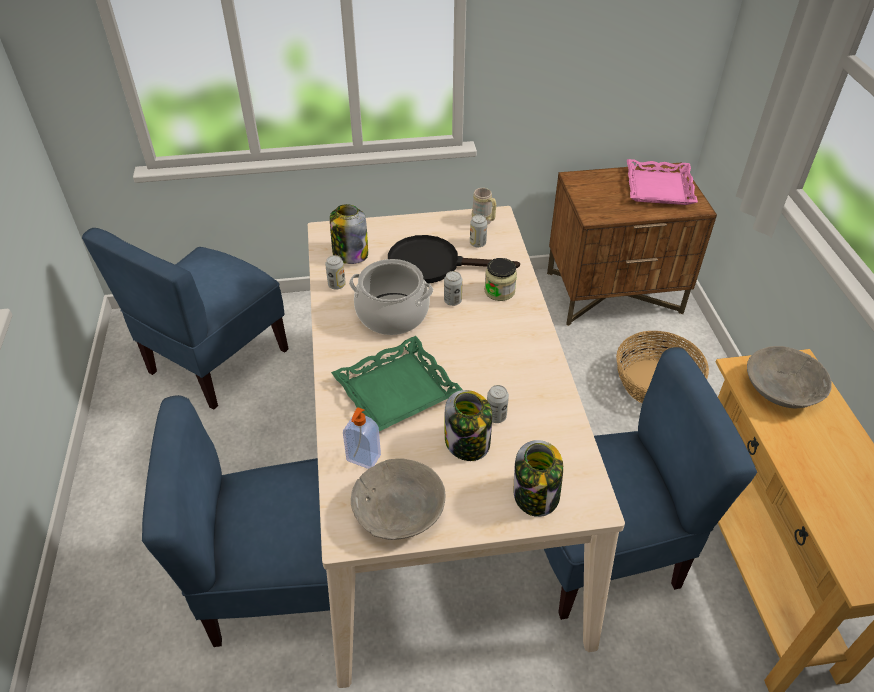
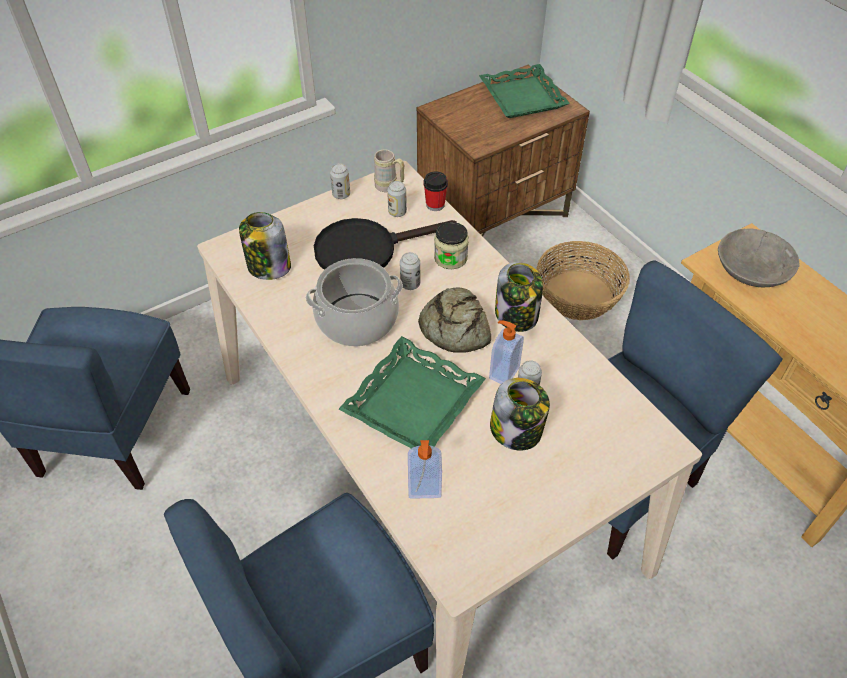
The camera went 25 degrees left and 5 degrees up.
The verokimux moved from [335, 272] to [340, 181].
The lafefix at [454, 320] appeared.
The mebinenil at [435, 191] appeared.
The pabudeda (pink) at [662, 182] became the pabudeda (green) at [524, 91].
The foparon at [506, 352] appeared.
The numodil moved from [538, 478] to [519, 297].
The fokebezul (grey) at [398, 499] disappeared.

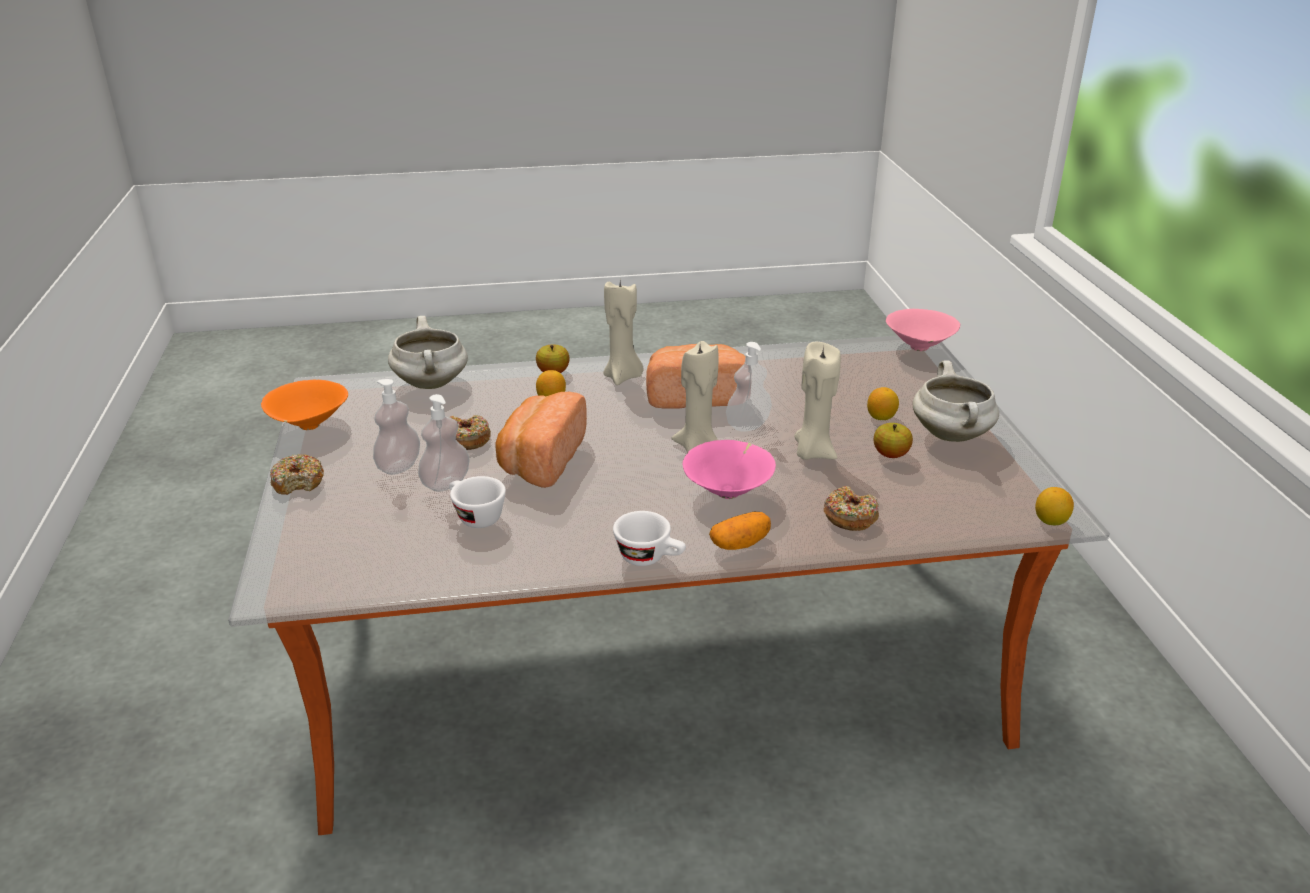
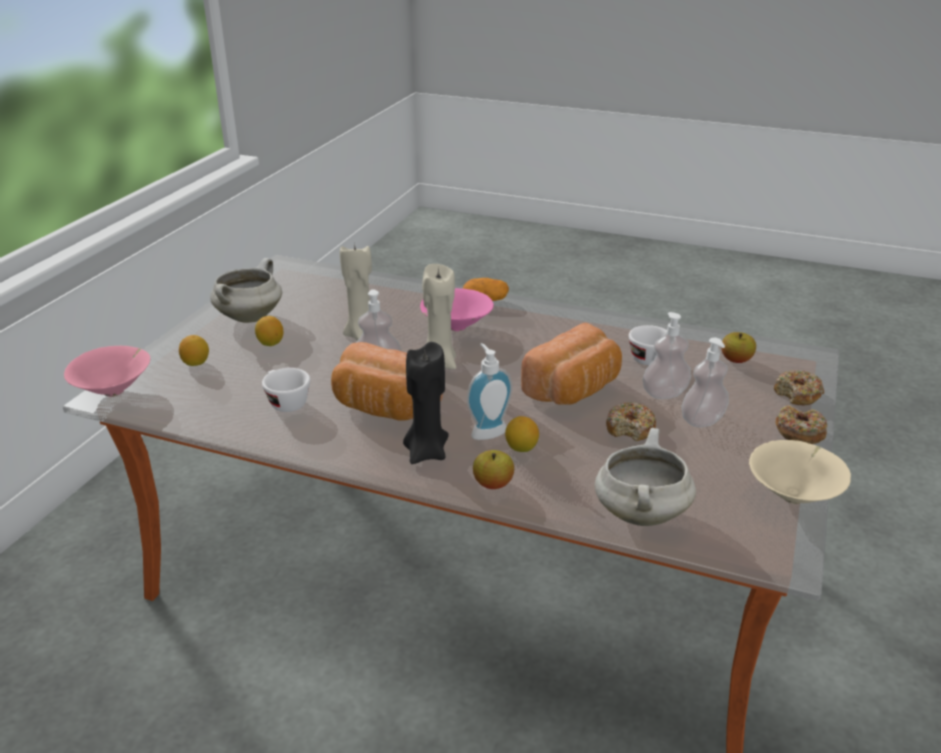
The camera went 150 degrees left and 0 degrees up.
The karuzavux moved from [1054, 506] to [194, 350].
The mebinenil (white) moved from [649, 538] to [286, 390].
The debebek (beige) at [623, 333] became the debebek (black) at [426, 403].
The foparon at [490, 391] appeared.
The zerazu moved from [893, 440] to [738, 347].
The fokebezul (orange) at [304, 404] became the fokebezul (beige) at [800, 472].
The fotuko moved from [851, 508] to [799, 387].

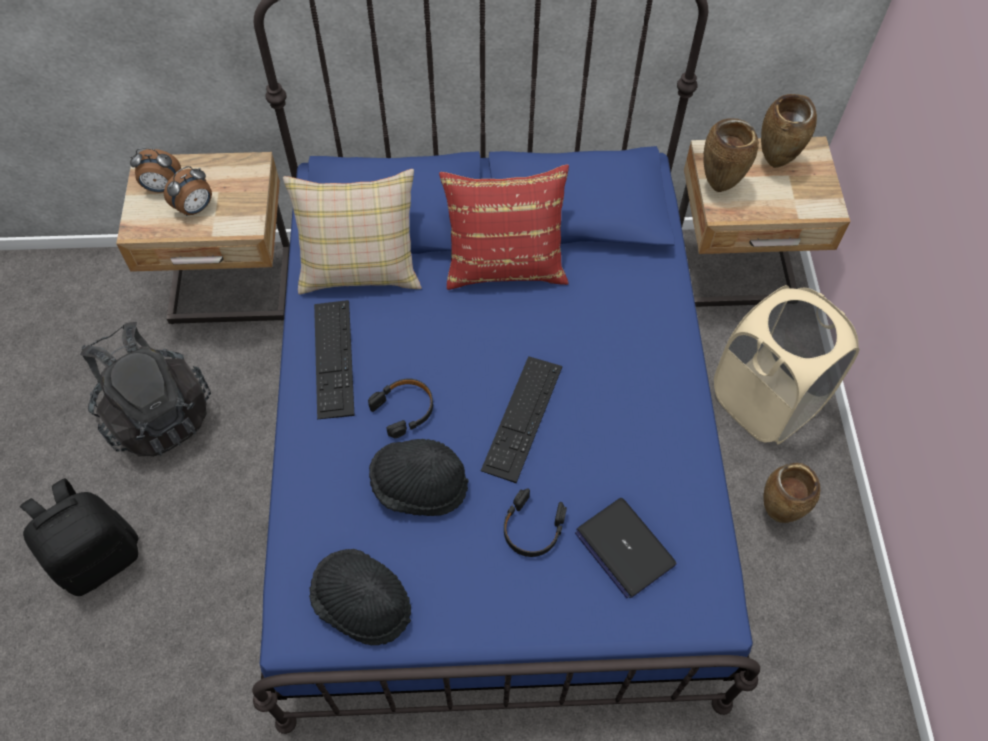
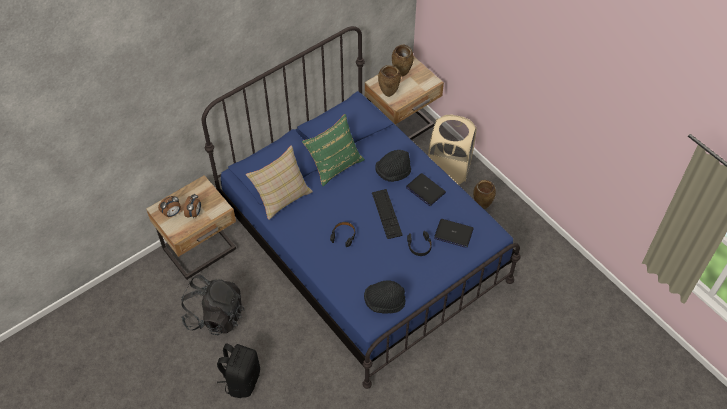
The camera went 35 degrees left and 5 degrees down.
The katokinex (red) at [504, 227] became the katokinex (green) at [333, 150].
The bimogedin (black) moved from [418, 477] to [393, 165].
The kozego at [426, 189] appeared.
The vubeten at [334, 359] disappeared.

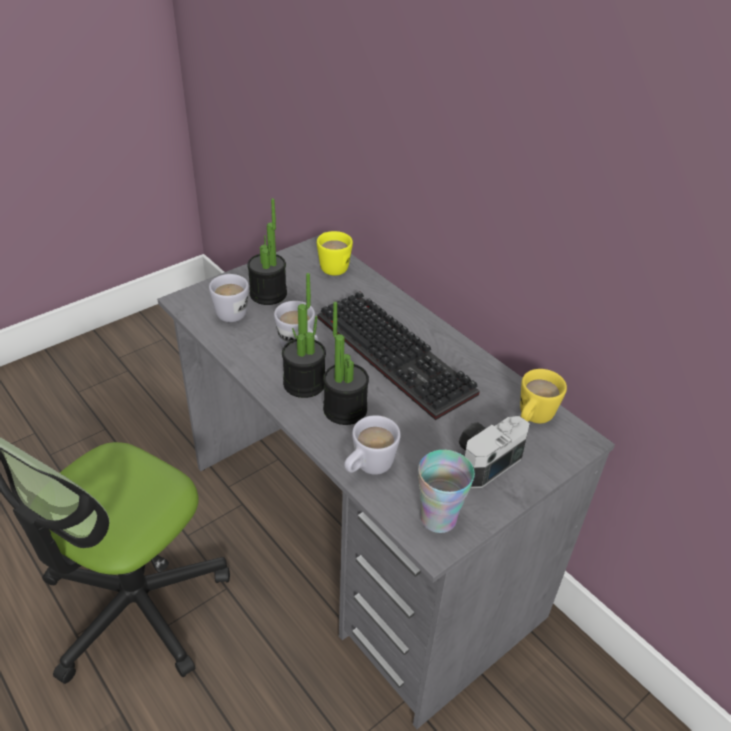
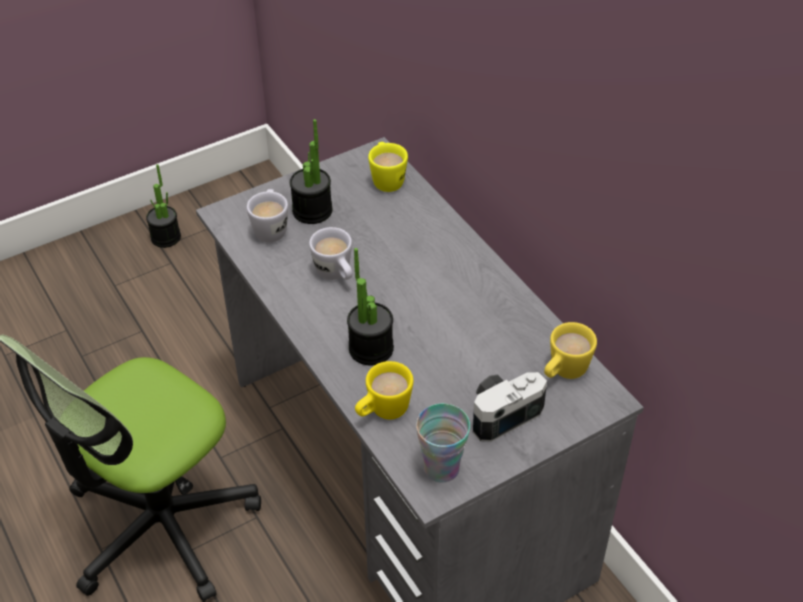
The camera went 10 degrees right and 5 degrees up.
The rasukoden moved from [304, 335] to [163, 206].
The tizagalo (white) at [372, 445] became the tizagalo (yellow) at [384, 390].
The vubeten at [398, 355] disappeared.

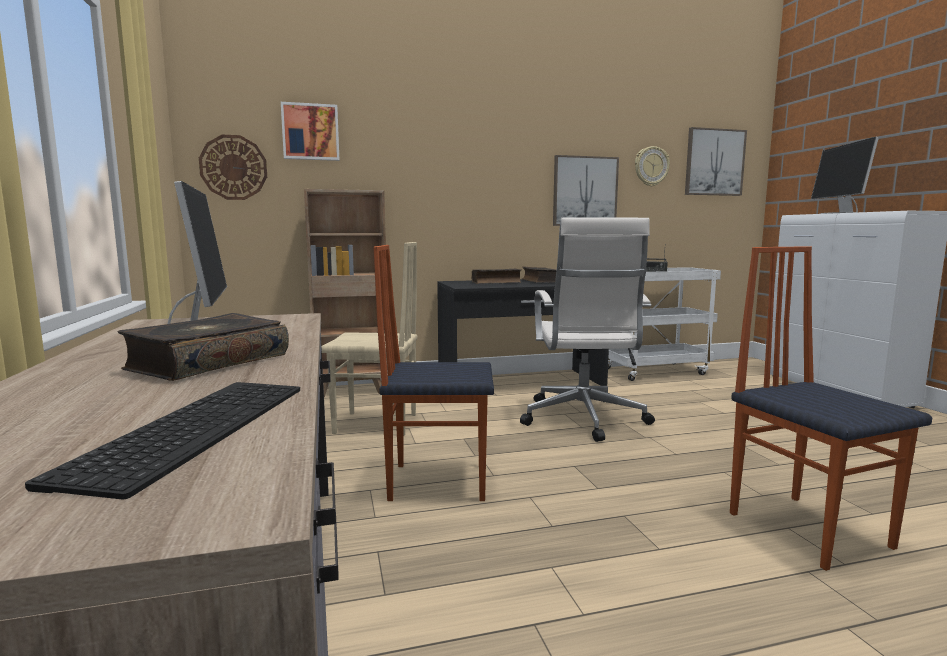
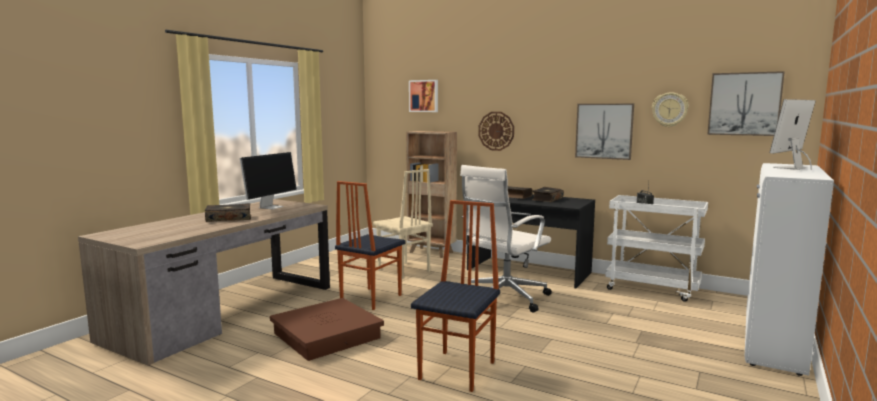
The camera went 45 degrees right and 0 degrees up.
The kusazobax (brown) at [327, 329] appeared.
The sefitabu at [433, 373] turned 105 degrees counterclockwise.
The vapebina moved from [233, 167] to [496, 131].
The vubeten at [162, 440] disappeared.

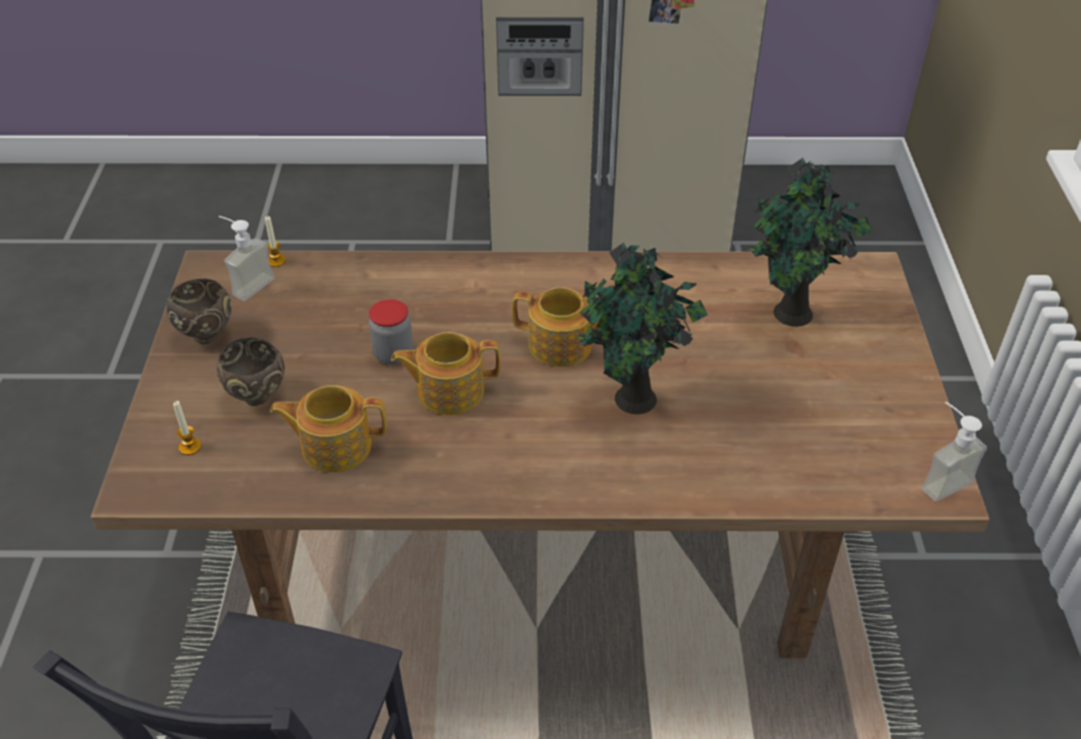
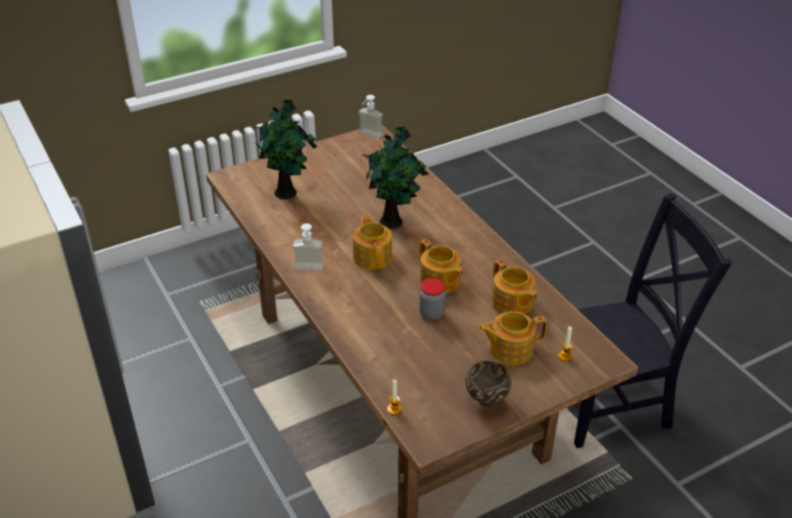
The camera went 120 degrees left and 5 degrees down.
The foparon moved from [247, 258] to [308, 246].
The fokebezul (brown) at [251, 371] was replaced by the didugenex at [513, 338].

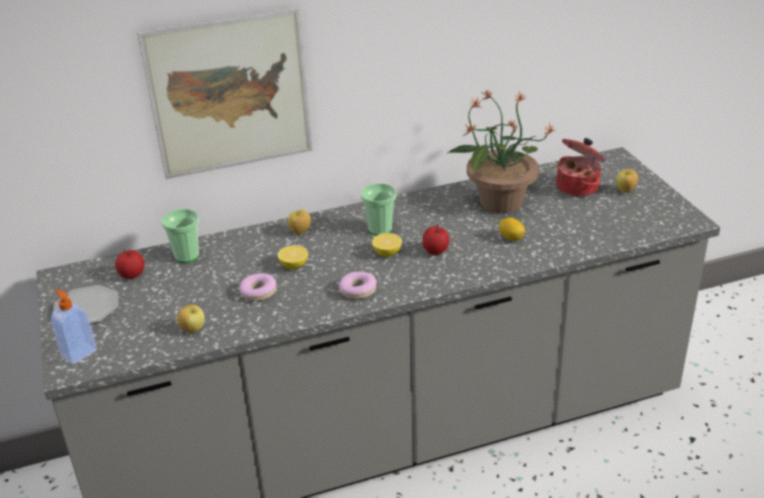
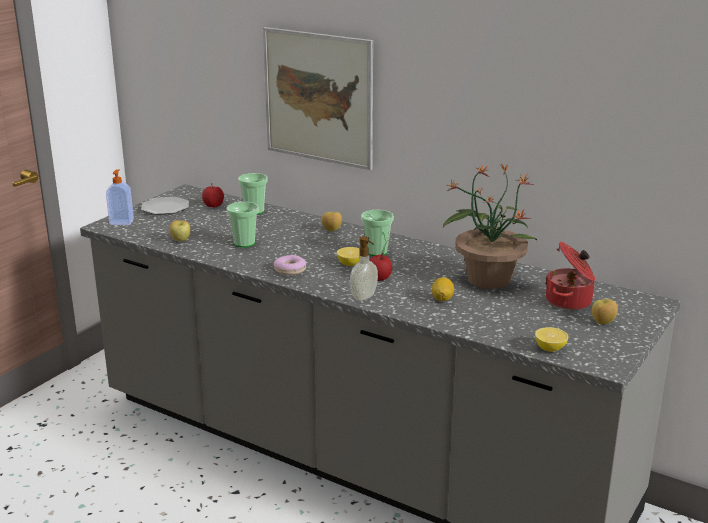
The camera went 50 degrees right and 10 degrees down.
The fotuko at [258, 287] was replaced by the mebinenil at [243, 224].
The foparon at [364, 268] appeared.
The karuzavux moved from [293, 257] to [552, 339].

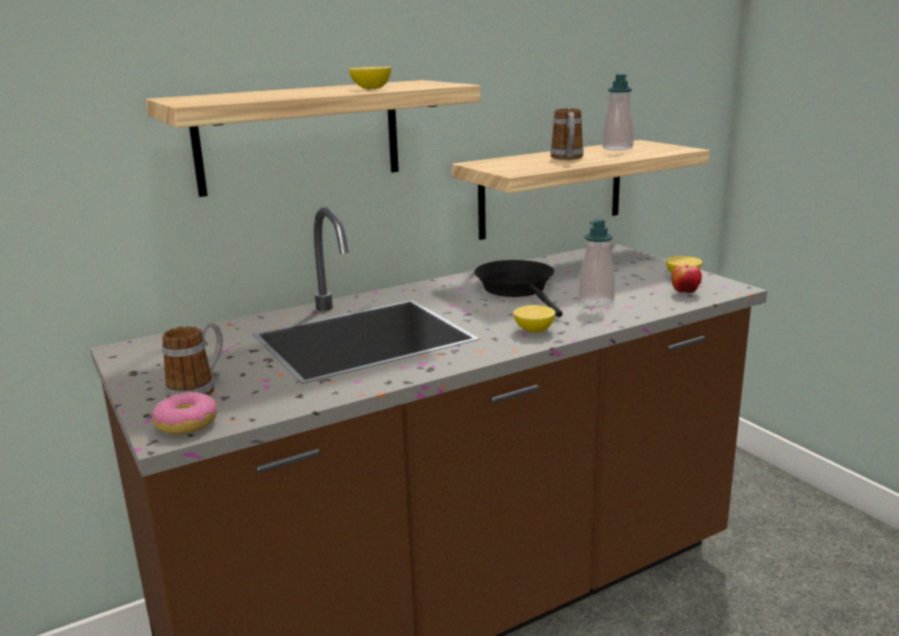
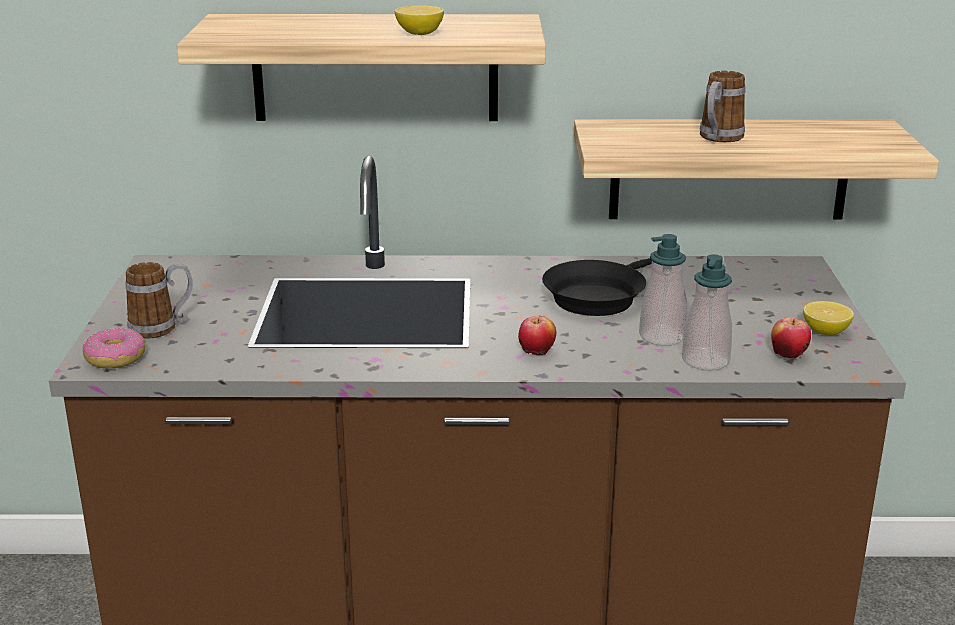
The camera went 30 degrees right and 5 degrees up.
The karuzavux at [534, 319] was replaced by the zerazu at [537, 335].
The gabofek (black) at [518, 288] turned 150 degrees counterclockwise.
The foparon moved from [618, 112] to [707, 312].

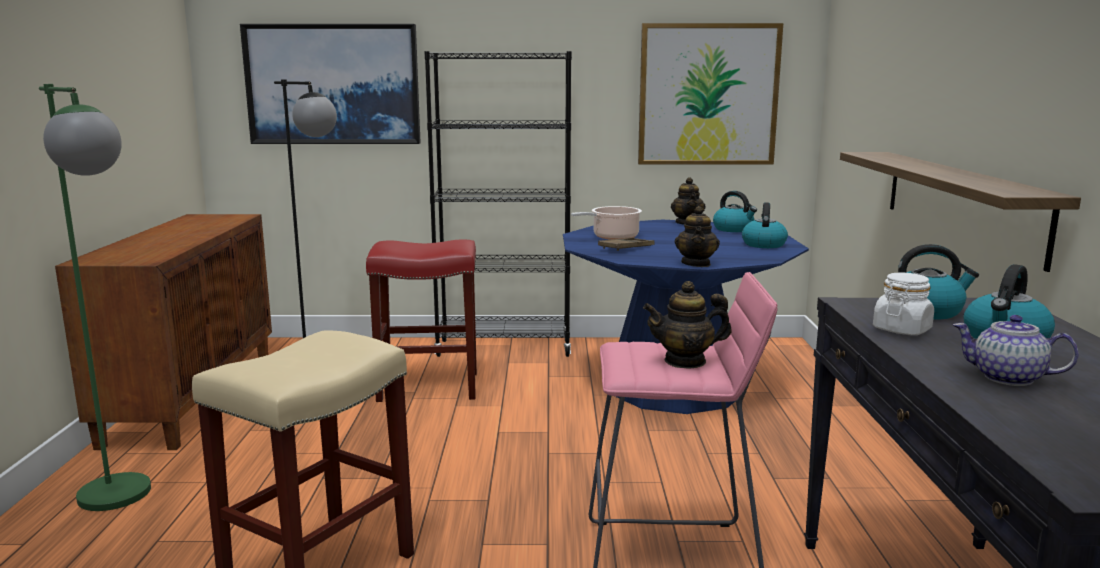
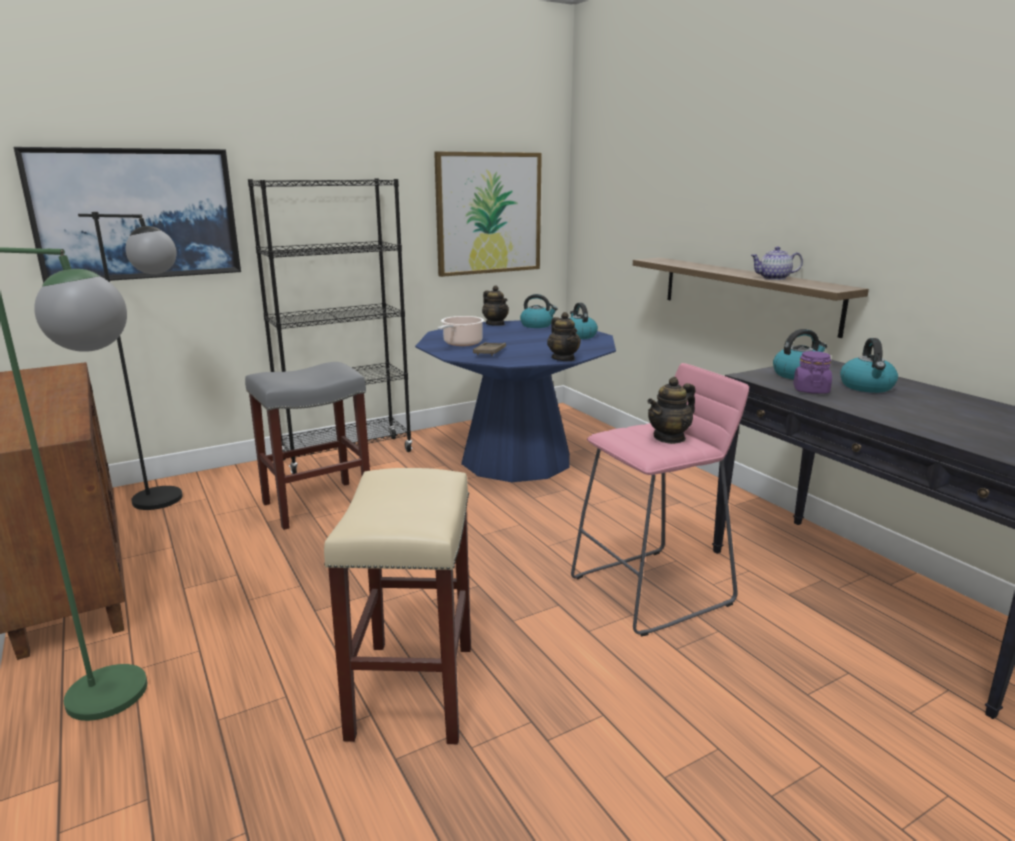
The camera went 30 degrees left and 5 degrees up.
The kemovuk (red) at [421, 321] became the kemovuk (grey) at [307, 446].
The didugenex moved from [1016, 350] to [776, 263].
The numodil (white) at [903, 303] became the numodil (purple) at [812, 372].

